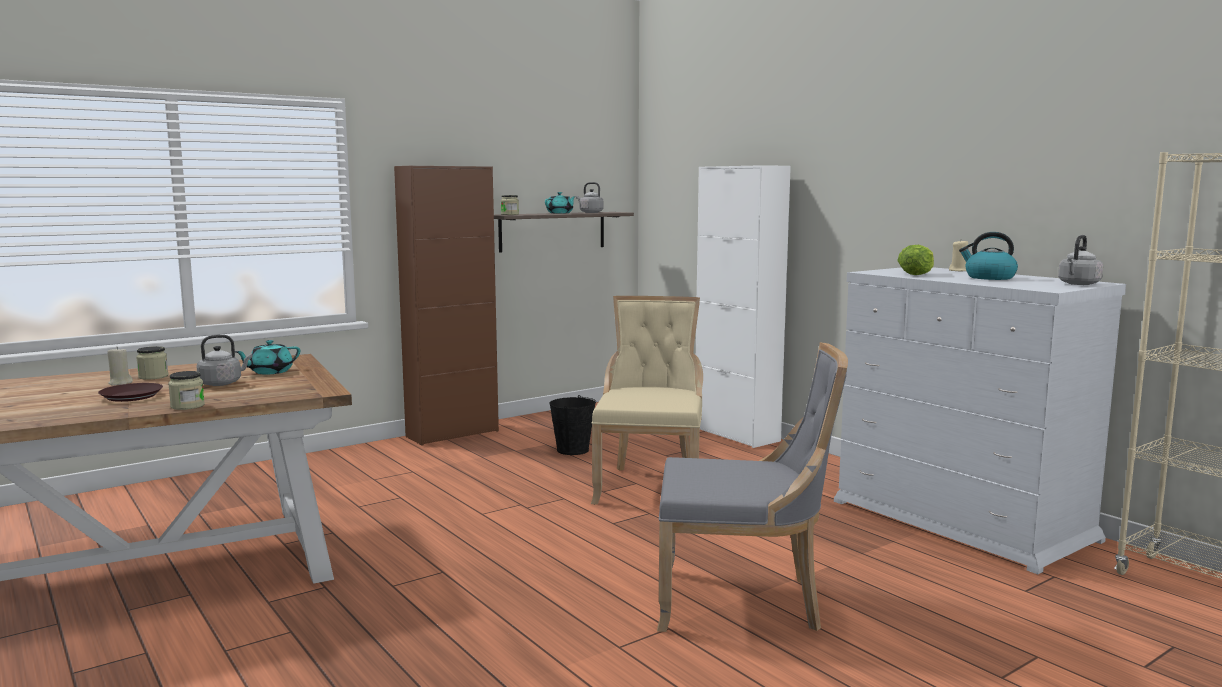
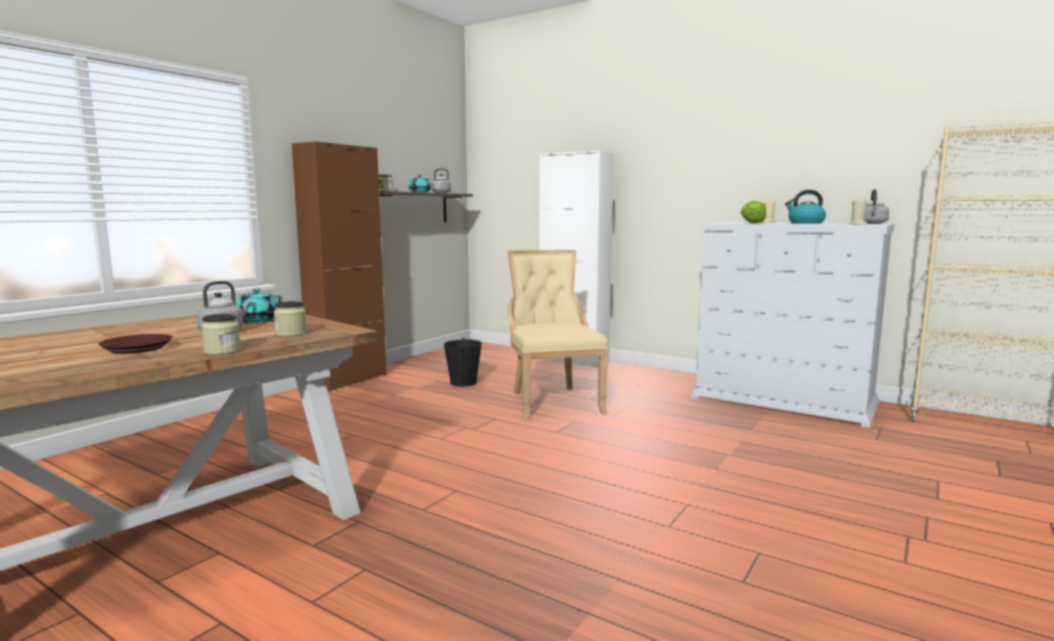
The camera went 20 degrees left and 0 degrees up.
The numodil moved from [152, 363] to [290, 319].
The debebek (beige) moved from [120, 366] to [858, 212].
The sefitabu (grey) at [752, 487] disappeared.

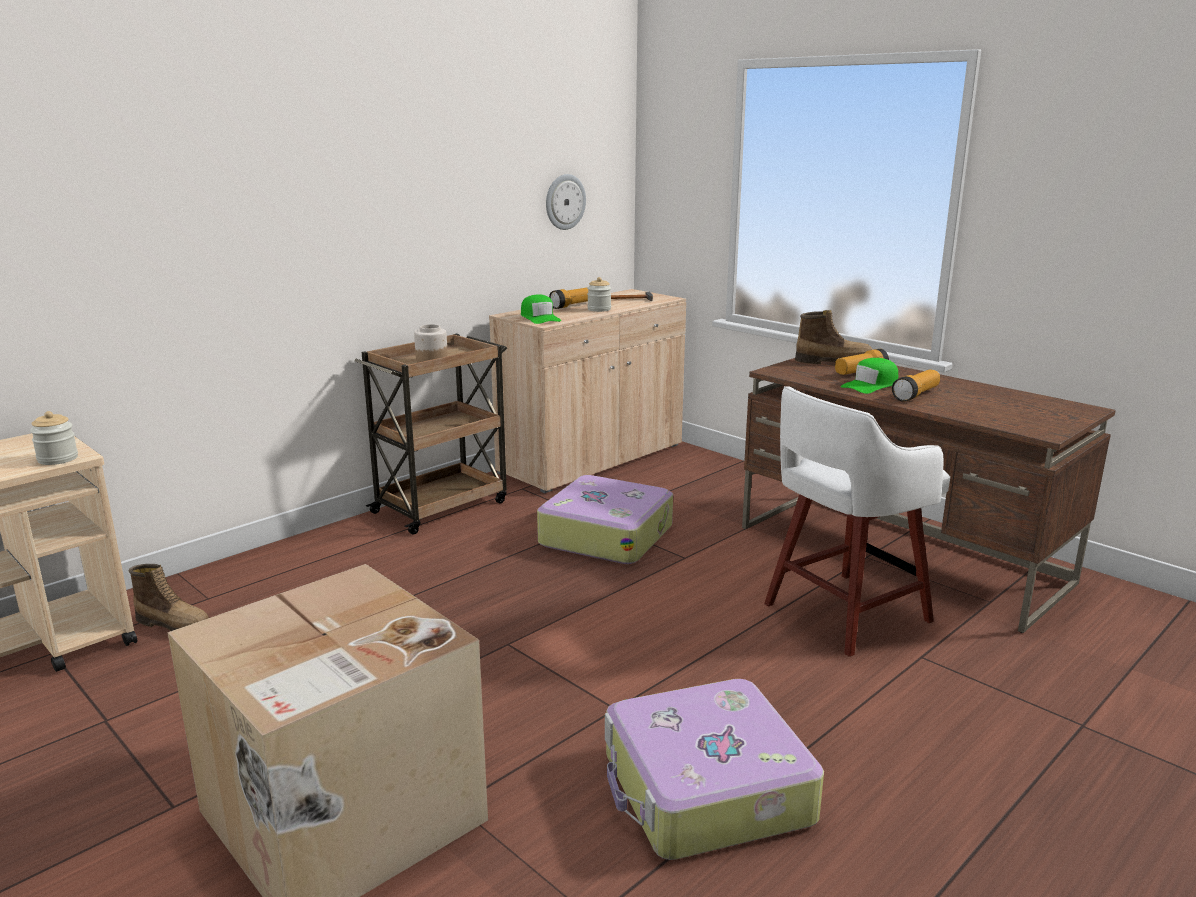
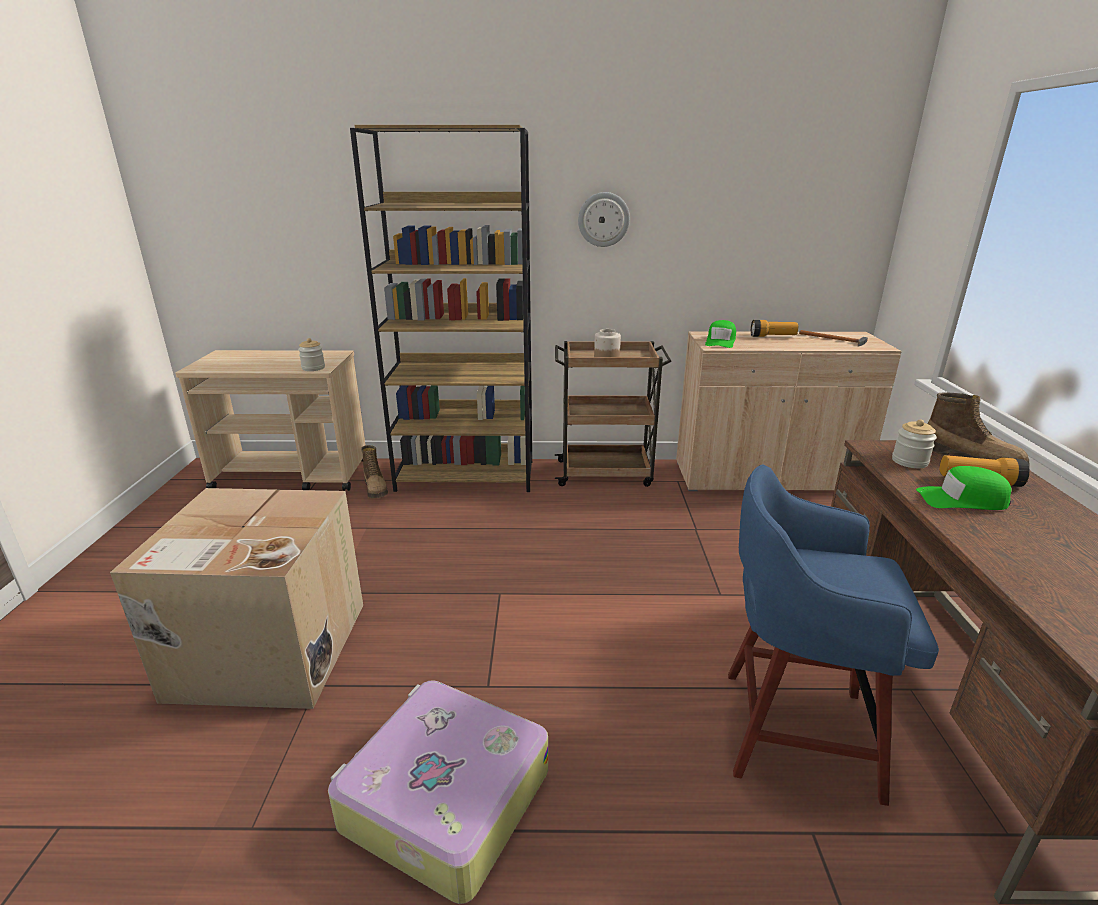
The camera went 45 degrees right and 5 degrees up.
The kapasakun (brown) at [441, 308] appeared.
The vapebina moved from [566, 202] to [604, 219].
The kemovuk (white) at [857, 521] became the kemovuk (blue) at [833, 635].
The numodil moved from [599, 294] to [914, 444].
The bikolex at [605, 519] disappeared.
The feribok at [916, 385] disappeared.

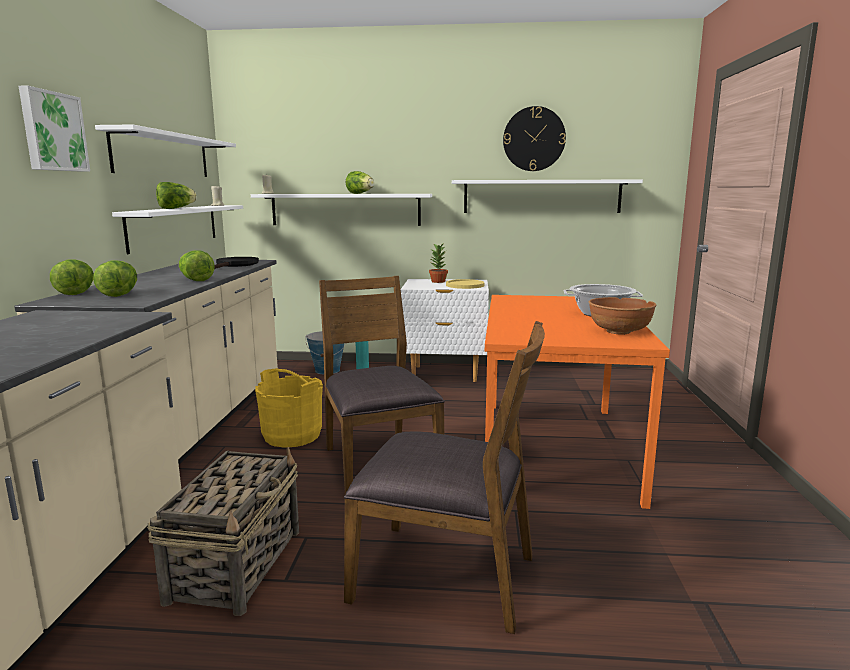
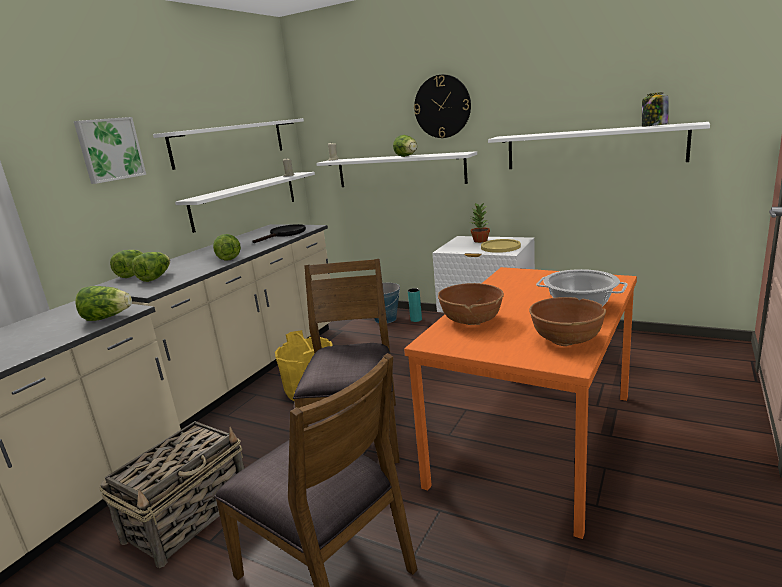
The camera went 25 degrees right and 5 degrees up.
The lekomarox moved from [176, 195] to [104, 303].
The vapebina moved from [534, 138] to [442, 106].
The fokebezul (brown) at [471, 304] appeared.
The numodil at [655, 109] appeared.

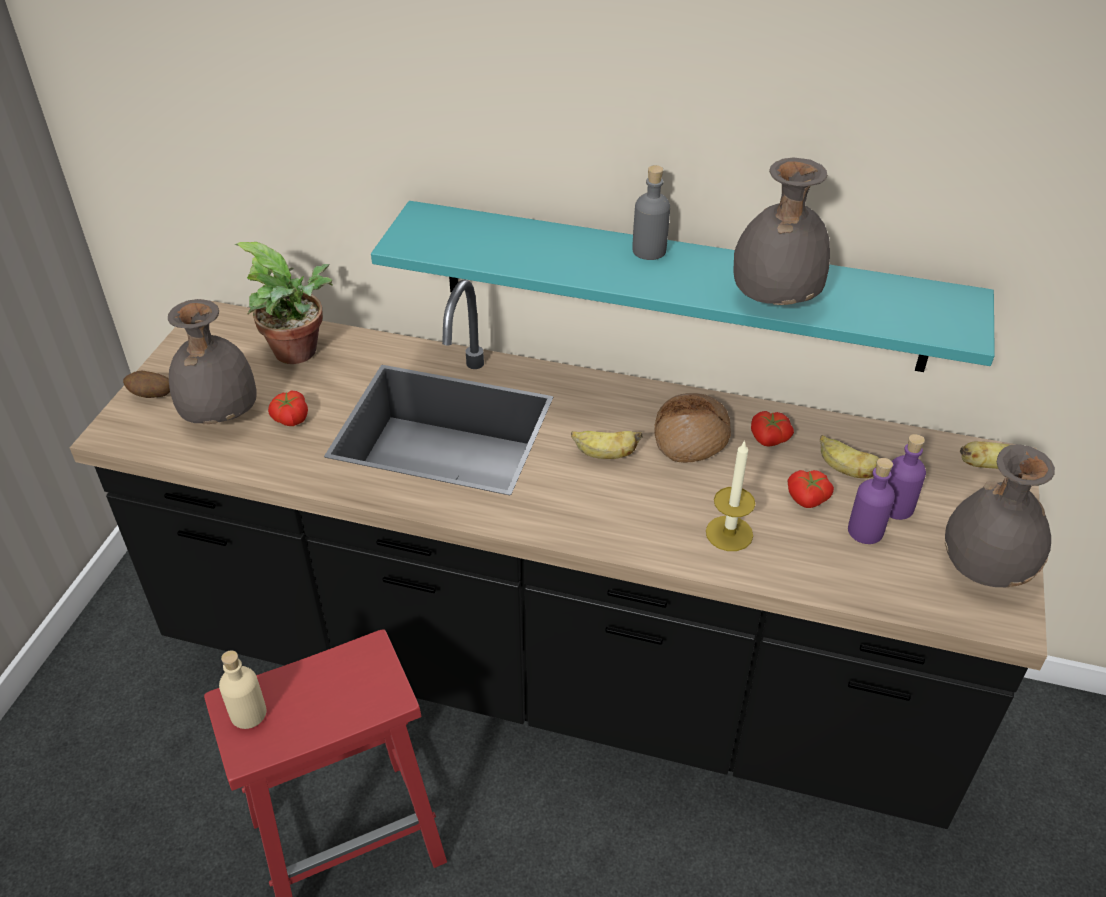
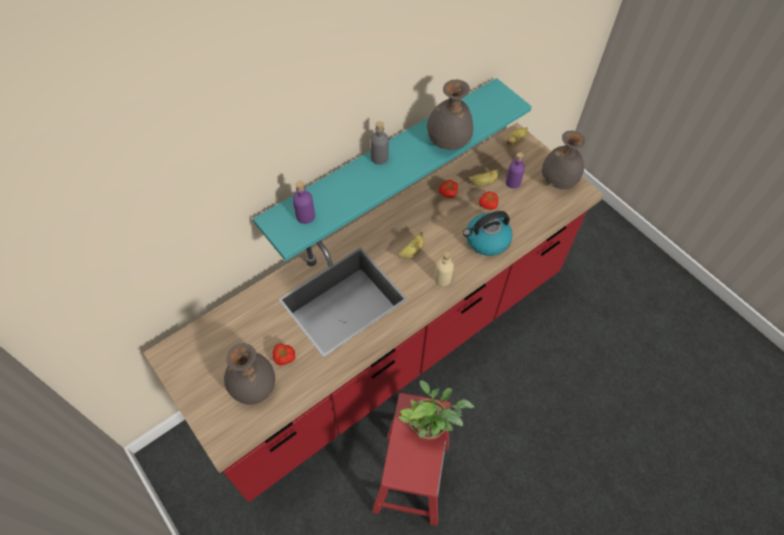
The camera went 55 degrees left and 15 degrees up.
The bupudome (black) at [558, 554] became the bupudome (red) at [373, 312].
The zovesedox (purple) moved from [871, 501] to [304, 202].
The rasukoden moved from [283, 303] to [436, 410].
The zovesedox (beige) moved from [242, 689] to [444, 268].
The debebek at [730, 495] was replaced by the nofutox at [487, 233].
The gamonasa at [146, 384] disappeared.
The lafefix at [692, 428] disappeared.

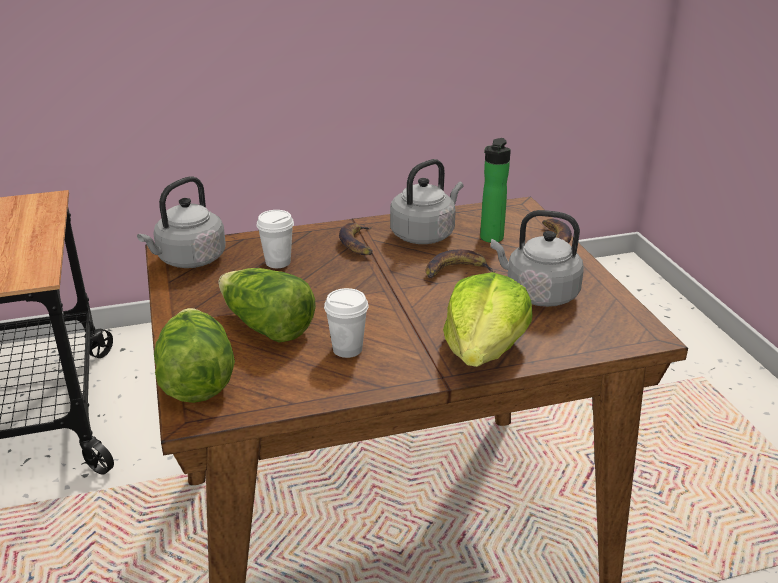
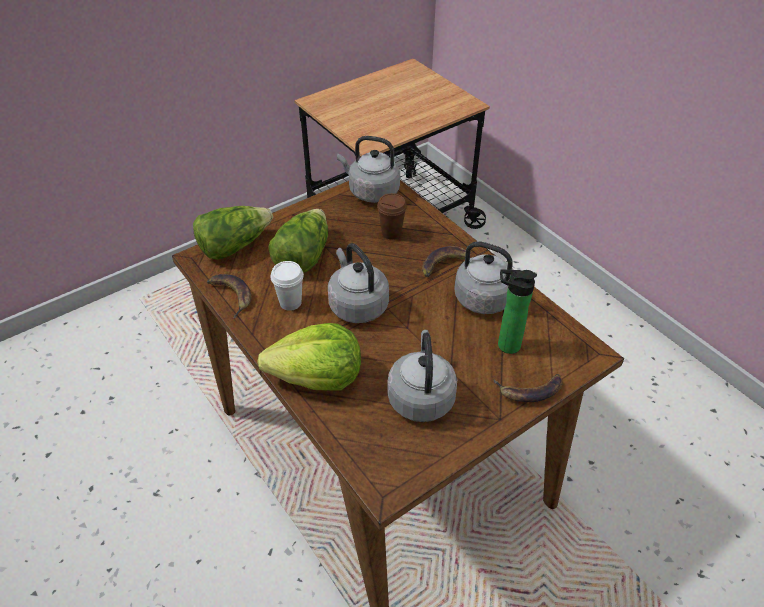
The camera went 70 degrees right and 15 degrees up.
The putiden moved from [460, 263] to [229, 296].
The nofutox (grey) at [358, 283] appeared.
The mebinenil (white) at [275, 239] became the mebinenil (brown) at [392, 216].

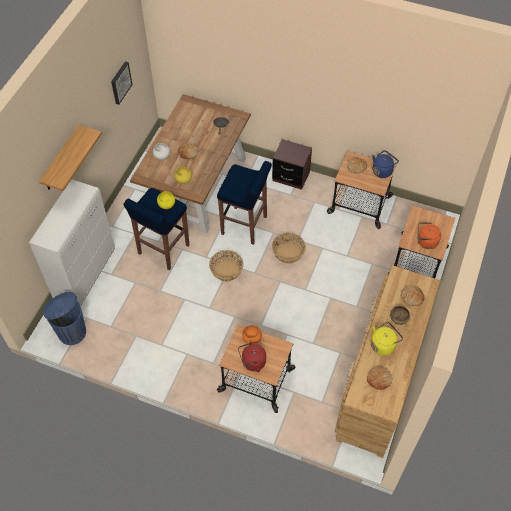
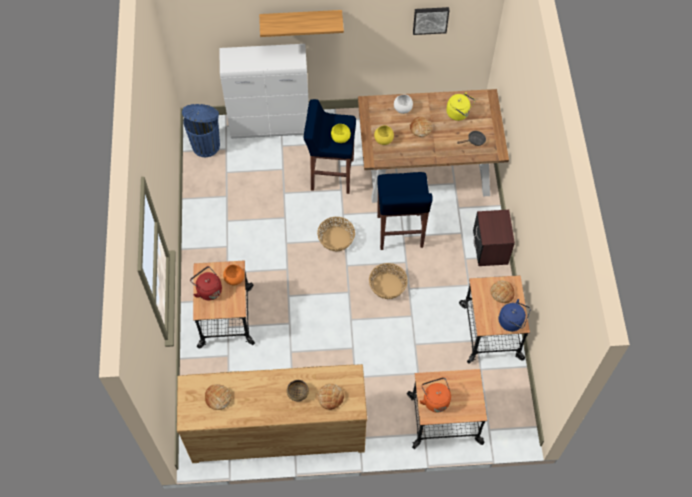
The camera went 65 degrees right and 5 degrees up.
The nofutox (yellow) moved from [387, 338] to [460, 107].

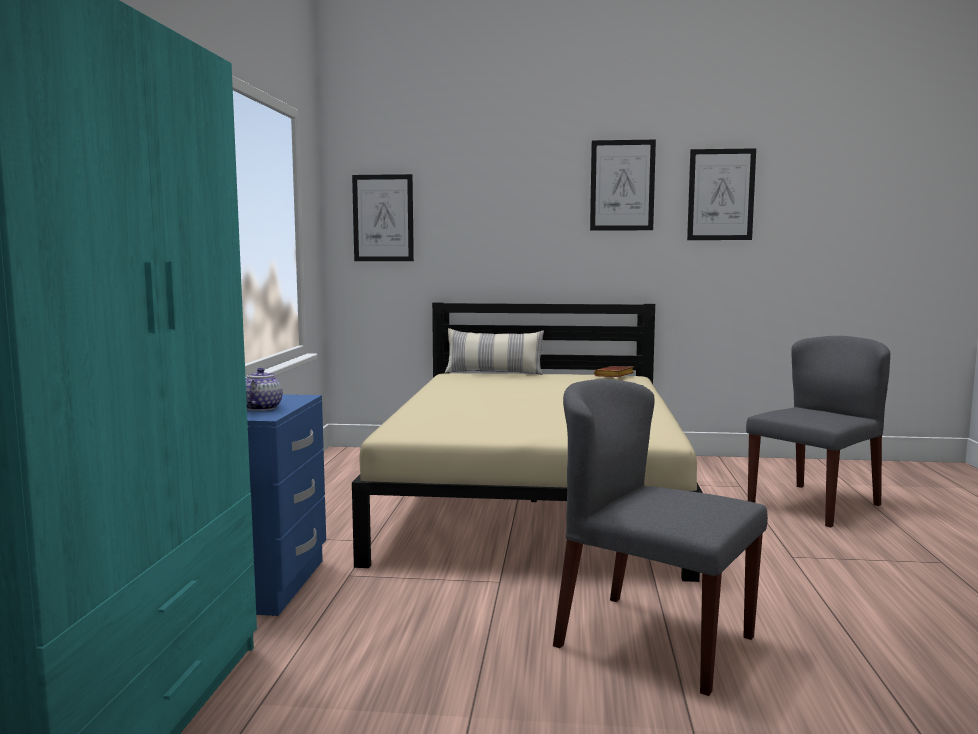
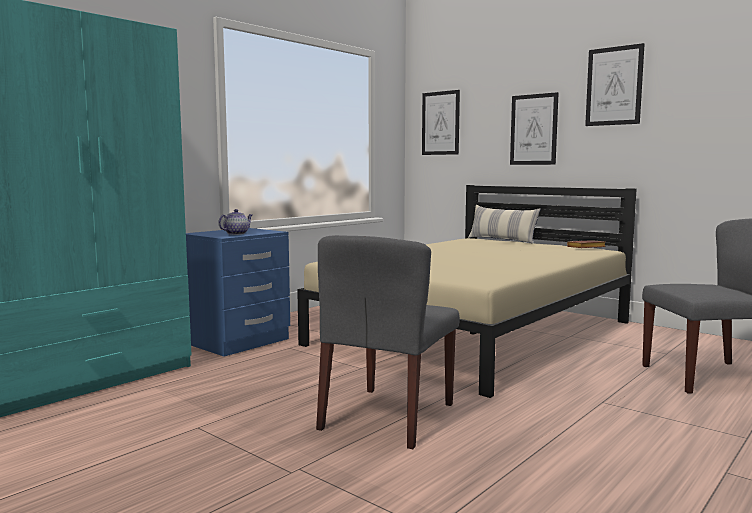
The camera went 35 degrees right and 0 degrees up.
The sefitabu (grey) at [660, 537] turned 135 degrees counterclockwise.
The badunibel moved from [721, 194] to [534, 128].

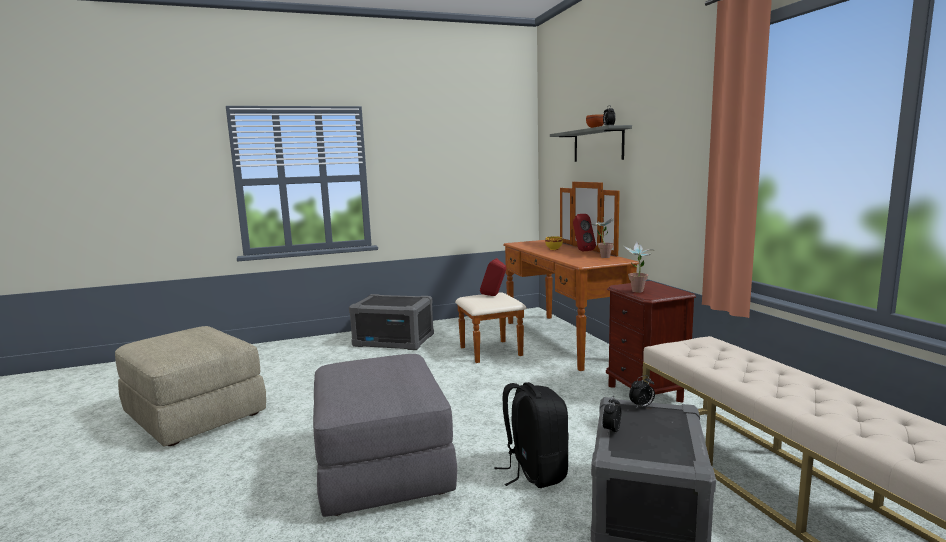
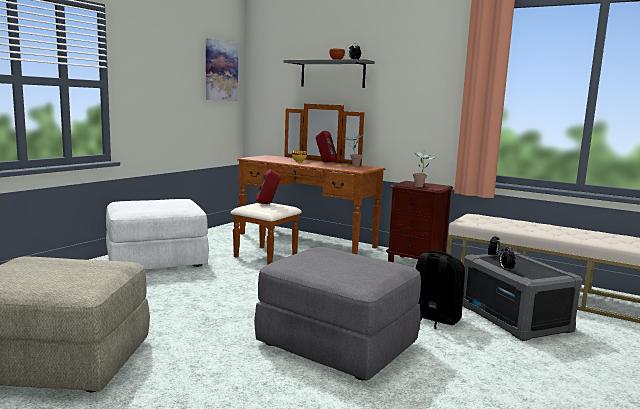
The camera went 40 degrees left and 0 degrees up.
The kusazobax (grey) at [391, 322] was replaced by the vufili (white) at [157, 234].
The badunibel at [222, 69] appeared.

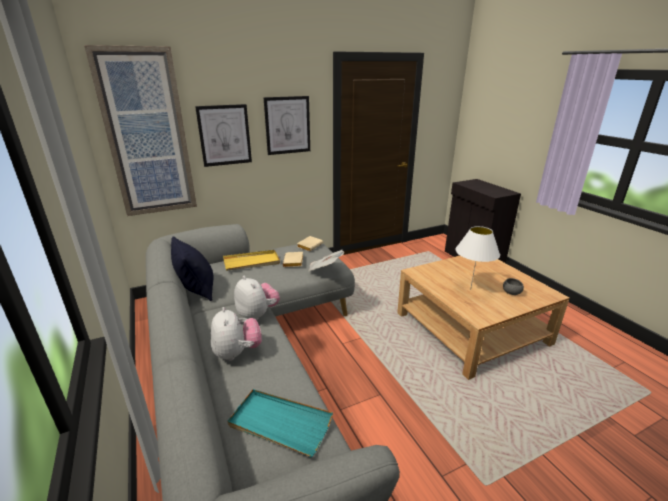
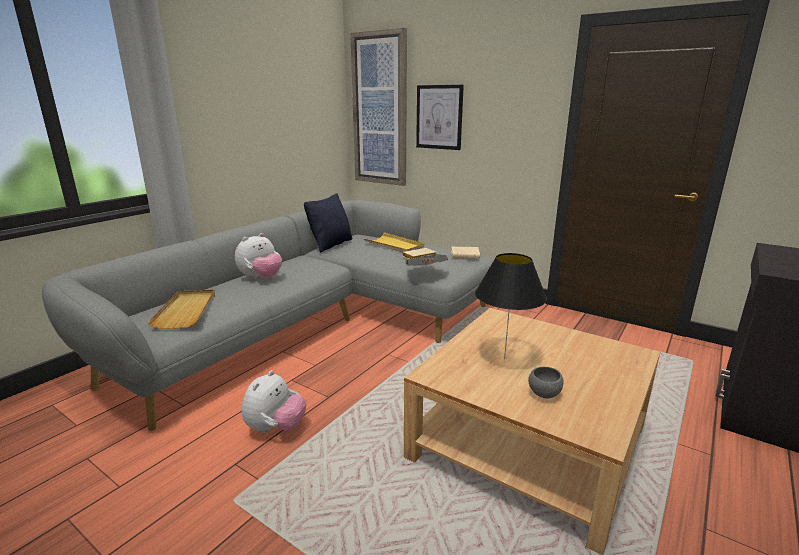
The camera went 60 degrees right and 5 degrees down.
The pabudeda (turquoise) at [280, 423] became the pabudeda (beige) at [181, 309].
The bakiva moved from [257, 298] to [274, 401].
The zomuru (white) at [478, 258] became the zomuru (black) at [511, 306].
The badunibel at [287, 125] disappeared.

